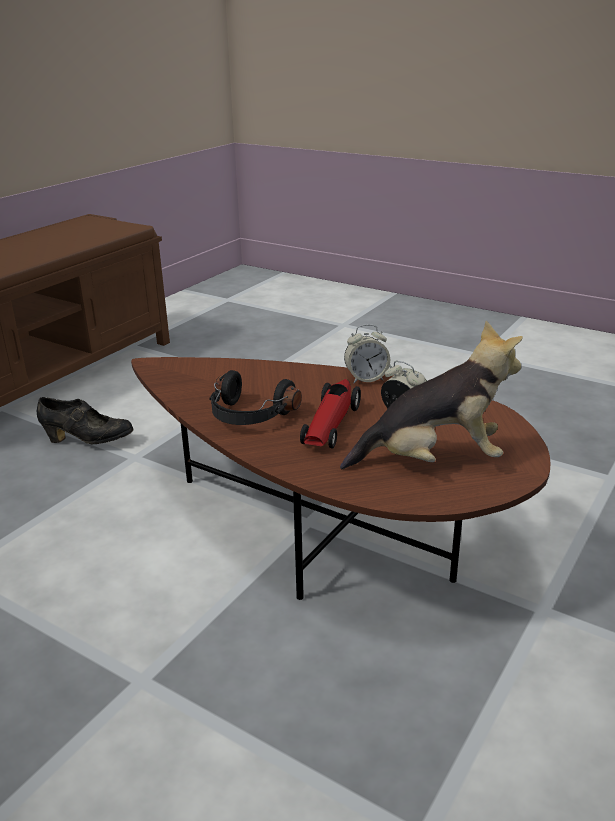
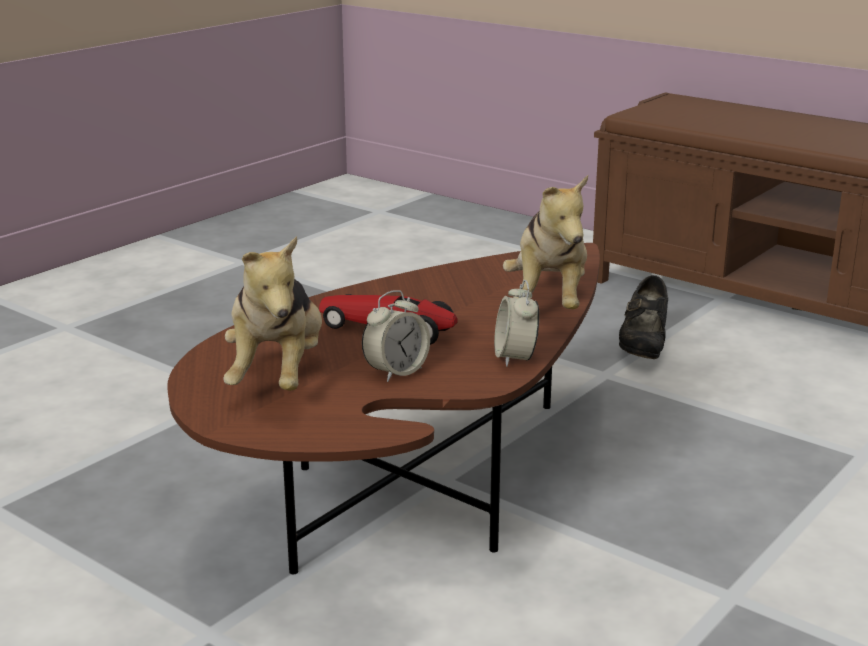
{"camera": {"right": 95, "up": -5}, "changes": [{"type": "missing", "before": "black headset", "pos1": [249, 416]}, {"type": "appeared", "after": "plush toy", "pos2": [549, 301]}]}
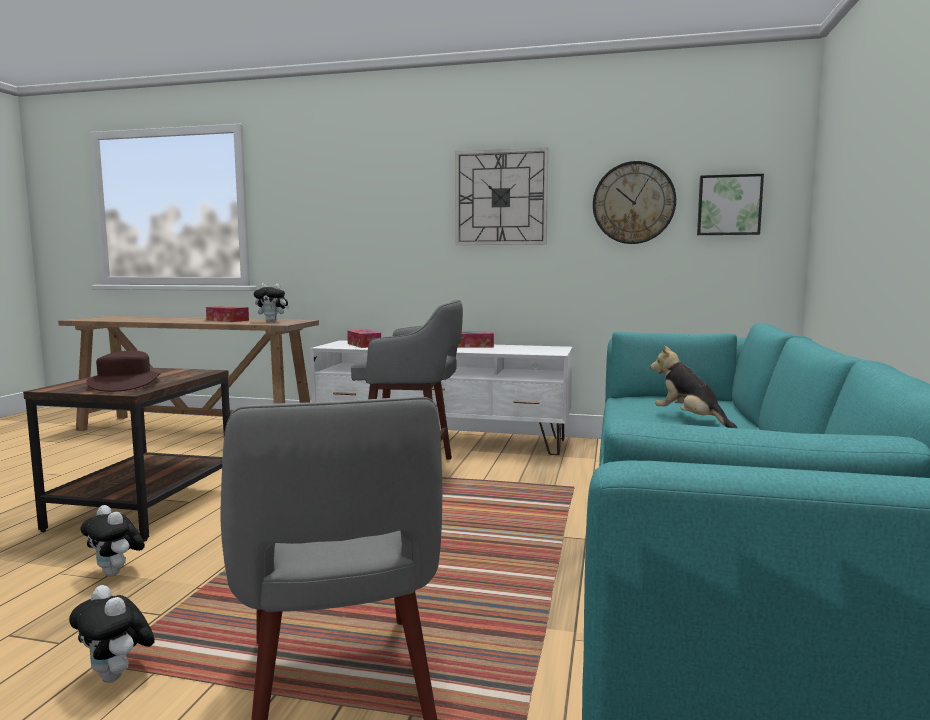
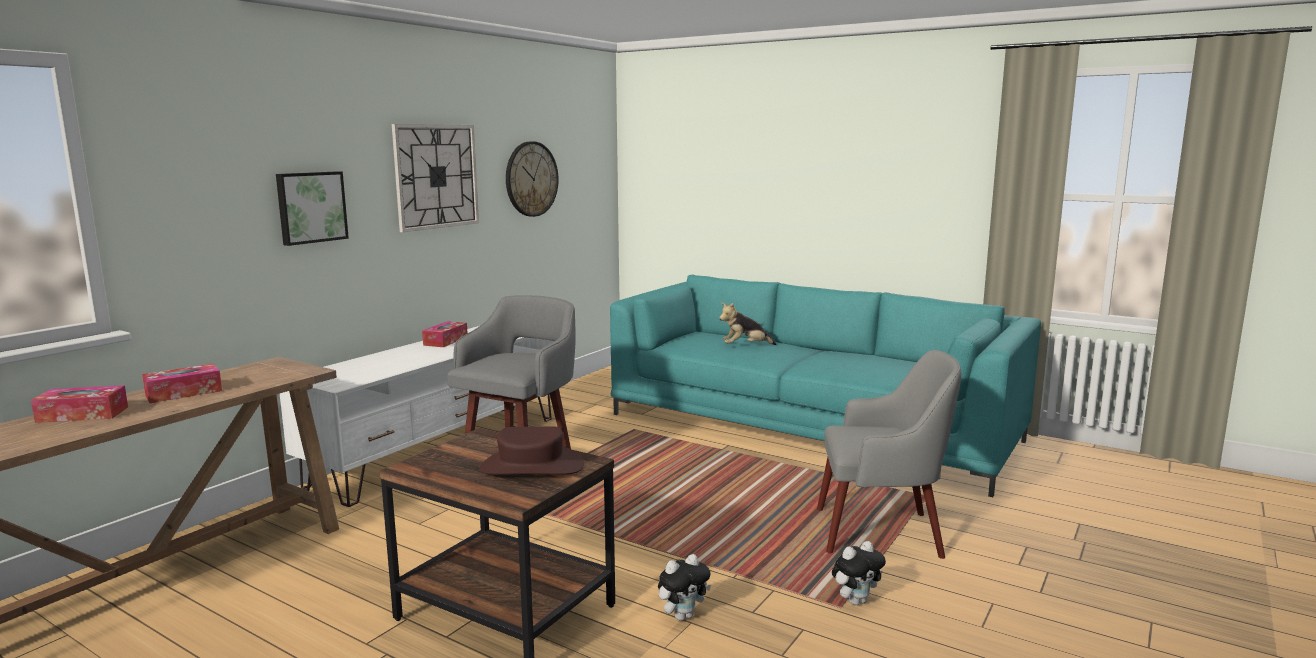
{"camera": {"right": -70, "up": 5}, "changes": [{"type": "missing", "before": "plush toy", "pos1": [272, 321]}, {"type": "relocated", "before": "box of tissues", "pos1": [364, 345], "pos2": [82, 414]}, {"type": "relocated", "before": "wall art", "pos1": [729, 205], "pos2": [311, 207]}]}
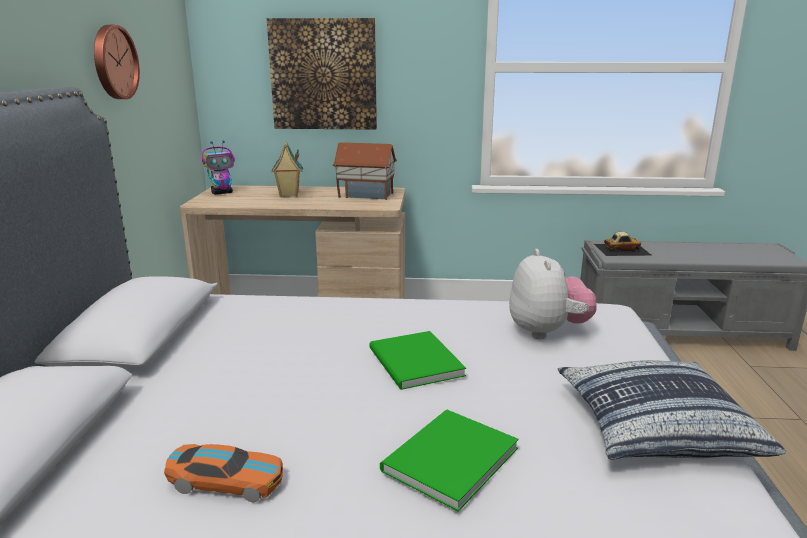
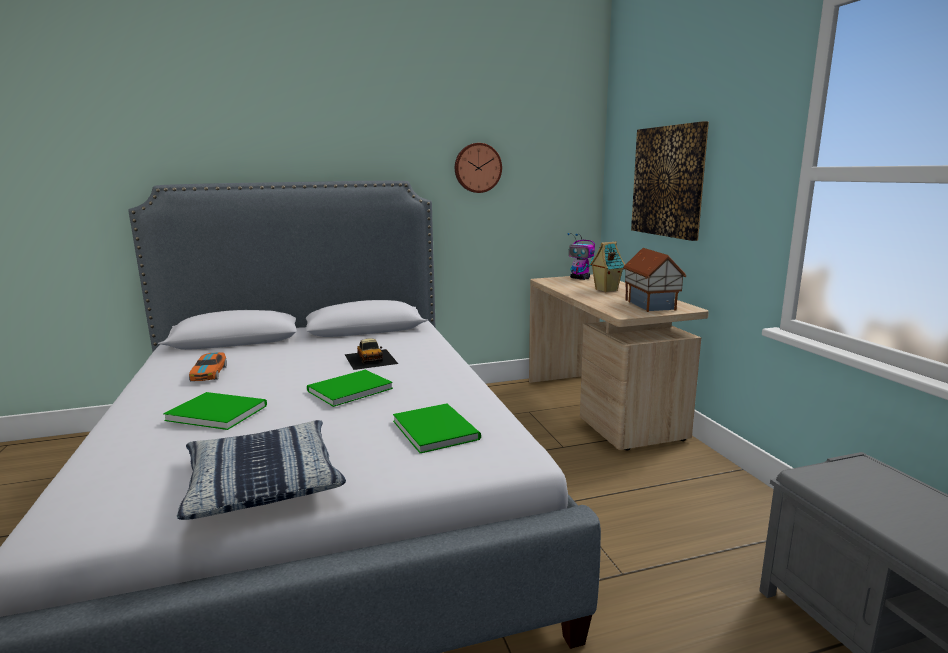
{"camera": {"right": 70, "up": -5}, "changes": [{"type": "relocated", "before": "miniature car", "pos1": [621, 249], "pos2": [371, 358]}, {"type": "exchanged", "before": "plush toy", "after": "green-coloured bound book", "pos1": [547, 331], "pos2": [436, 428]}]}
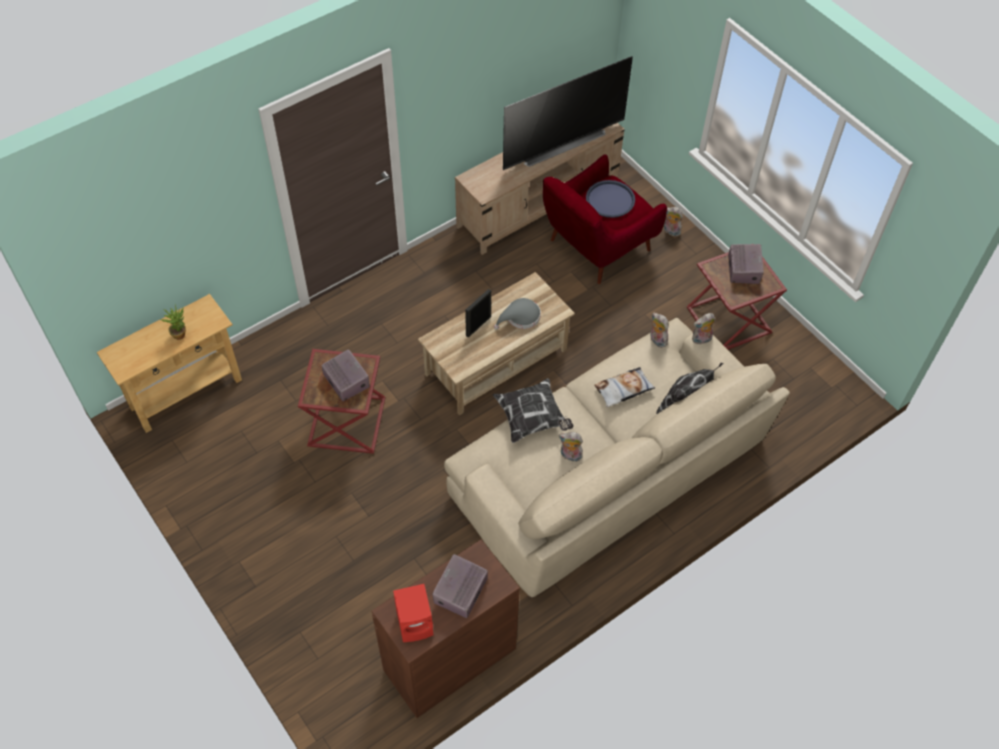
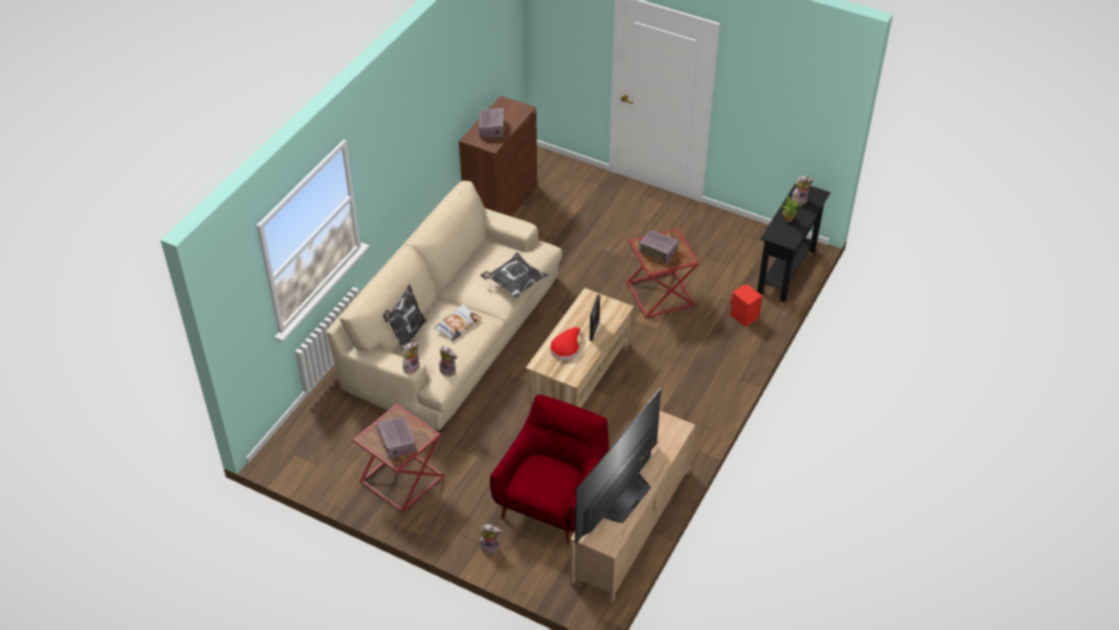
{"camera": {"right": 155, "up": -10}, "changes": [{"type": "missing", "before": "bluish tray", "pos1": [610, 200]}, {"type": "relocated", "before": "red-coloured loudspeaker", "pos1": [416, 623], "pos2": [743, 317]}, {"type": "relocated", "before": "plush toy", "pos1": [570, 456], "pos2": [799, 200]}, {"type": "colour", "before": "beige-coloured console table", "after": "black console table", "pos1": [186, 393], "pos2": [786, 271]}, {"type": "colour", "before": "gray wearable hat", "after": "red-coloured wearable hat", "pos1": [520, 317], "pos2": [566, 348]}]}
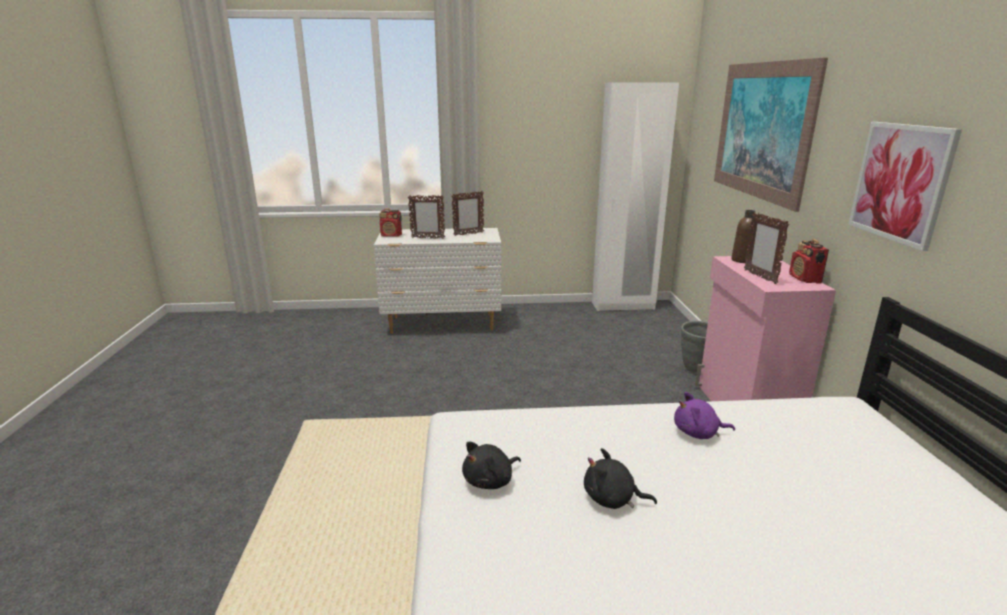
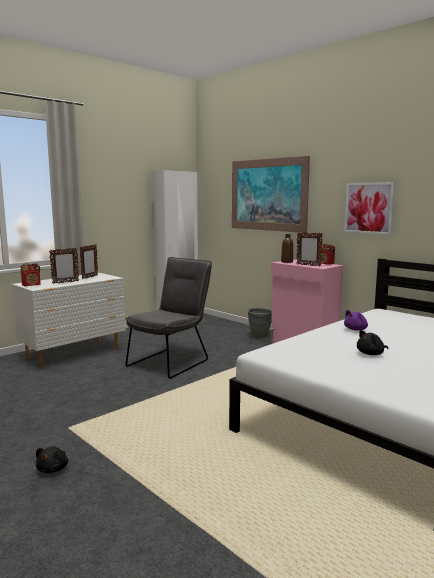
{"camera": {"right": -40, "up": -10}, "changes": [{"type": "appeared", "after": "gray plain chair", "pos2": [171, 361]}, {"type": "relocated", "before": "black plush toy", "pos1": [490, 481], "pos2": [53, 469]}]}
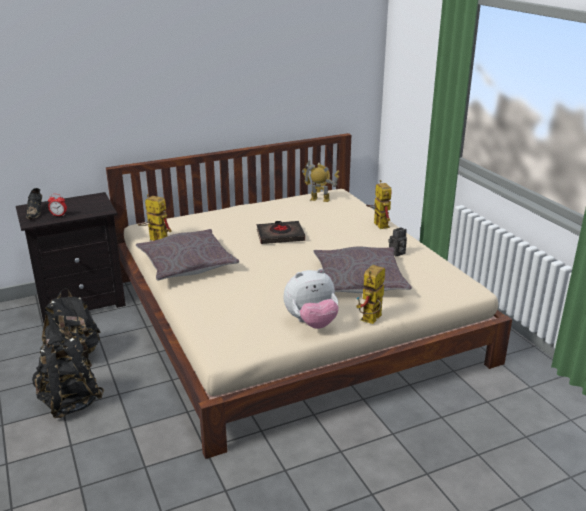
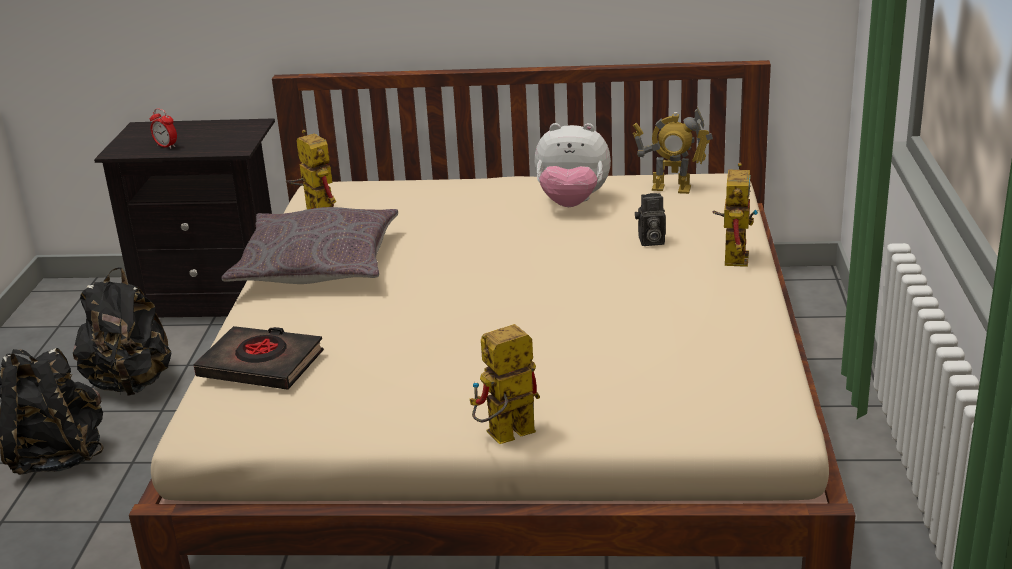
{"camera": {"right": 30, "up": 0}, "changes": [{"type": "missing", "before": "black shoe", "pos1": [36, 212]}, {"type": "missing", "before": "gray cushion", "pos1": [359, 280]}, {"type": "relocated", "before": "black bound book", "pos1": [280, 236], "pos2": [261, 365]}, {"type": "relocated", "before": "plush toy", "pos1": [311, 323], "pos2": [572, 203]}, {"type": "relocated", "before": "photo camera", "pos1": [397, 253], "pos2": [650, 241]}, {"type": "spun", "before": "robot figure", "pos1": [320, 199], "pos2": [671, 188], "turn": 150}]}
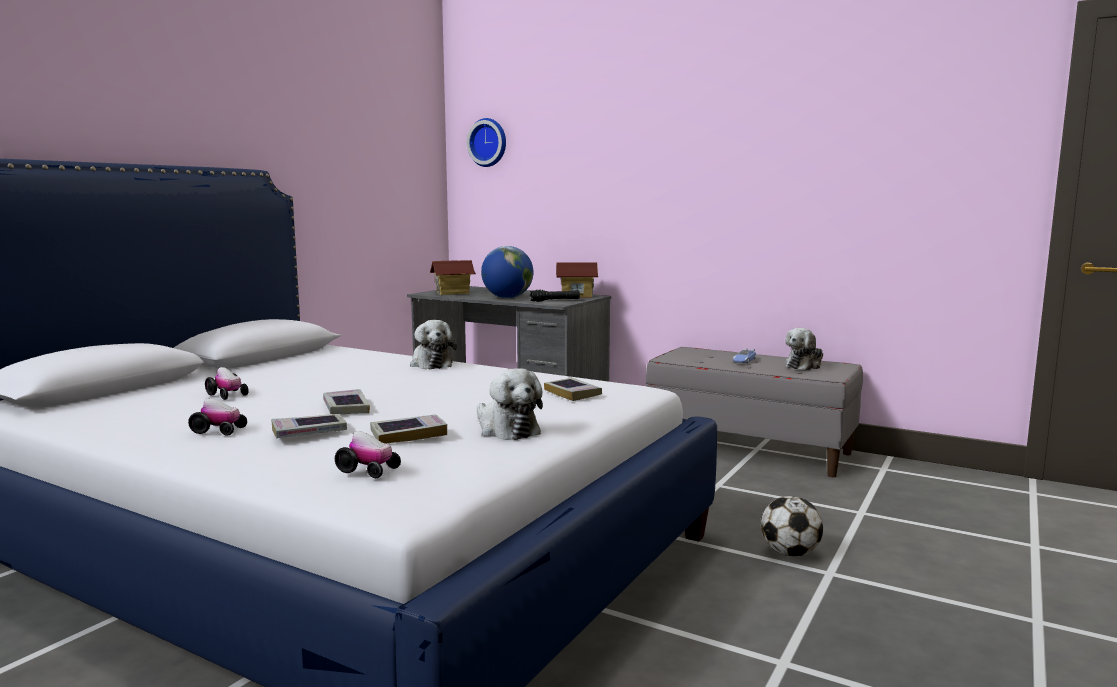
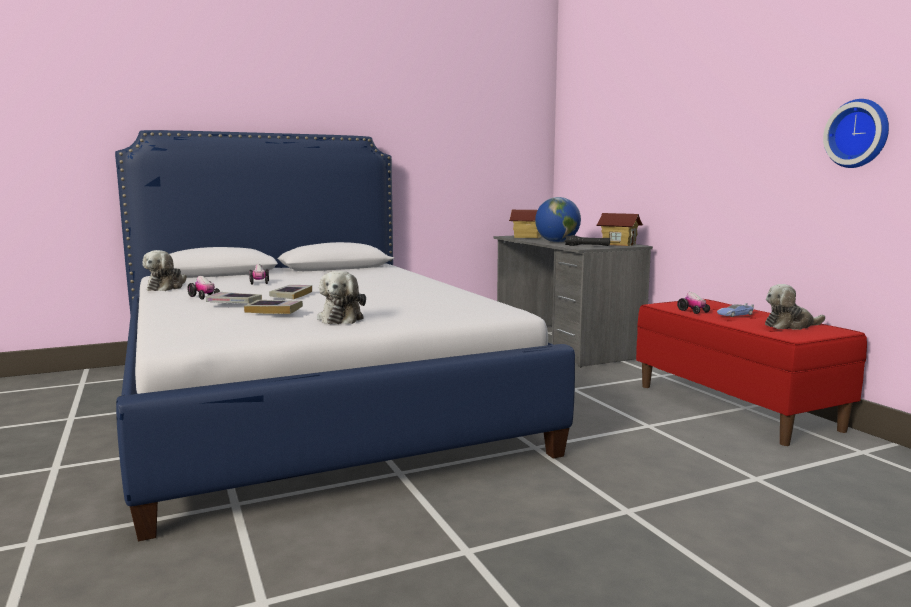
{"camera": {"right": 35, "up": 0}, "changes": [{"type": "missing", "before": "bound book", "pos1": [572, 393]}, {"type": "missing", "before": "ball for football", "pos1": [790, 554]}, {"type": "relocated", "before": "miniature car", "pos1": [369, 470], "pos2": [693, 311]}, {"type": "relocated", "before": "plush toy", "pos1": [431, 364], "pos2": [166, 287]}, {"type": "relocated", "before": "wall clock", "pos1": [488, 142], "pos2": [859, 133]}, {"type": "colour", "before": "gray long seat", "after": "red-coloured long seat", "pos1": [750, 449], "pos2": [735, 407]}]}
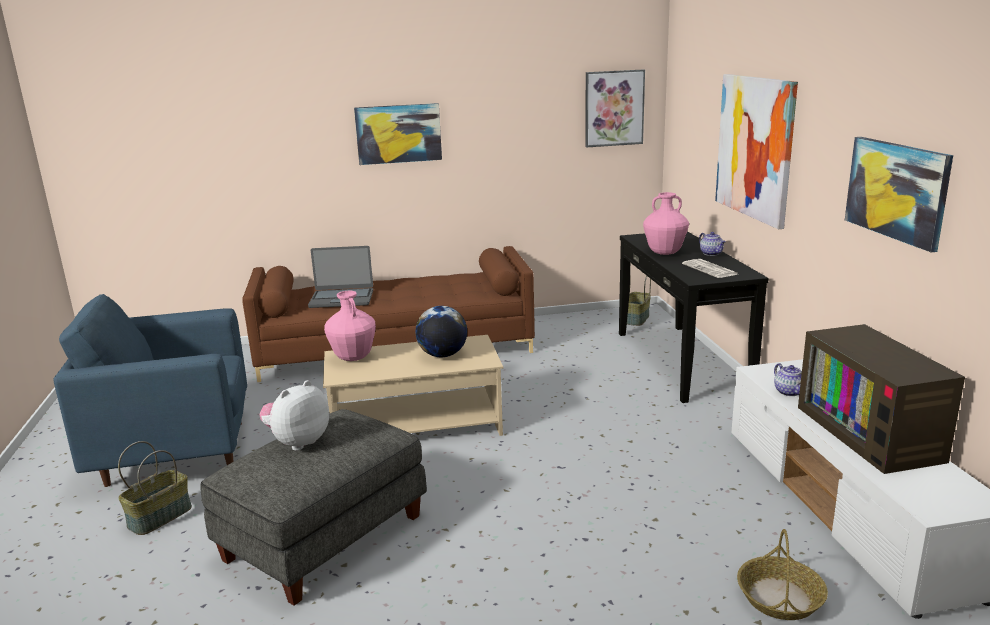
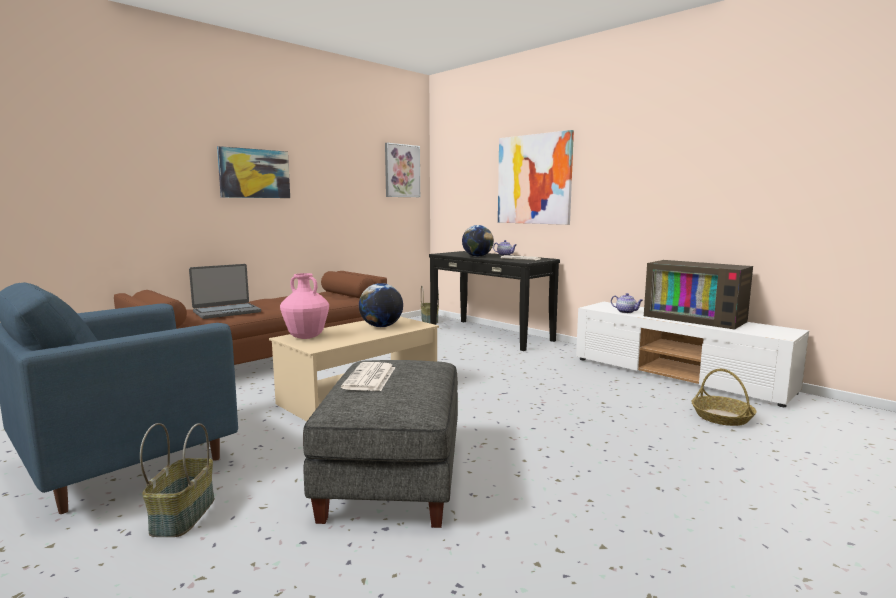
{"camera": {"right": -35, "up": -10}, "changes": [{"type": "missing", "before": "wall art", "pos1": [896, 190]}, {"type": "exchanged", "before": "plush toy", "after": "daily paper", "pos1": [298, 442], "pos2": [370, 378]}, {"type": "exchanged", "before": "pink decorative vase", "after": "world globe", "pos1": [665, 253], "pos2": [477, 256]}]}
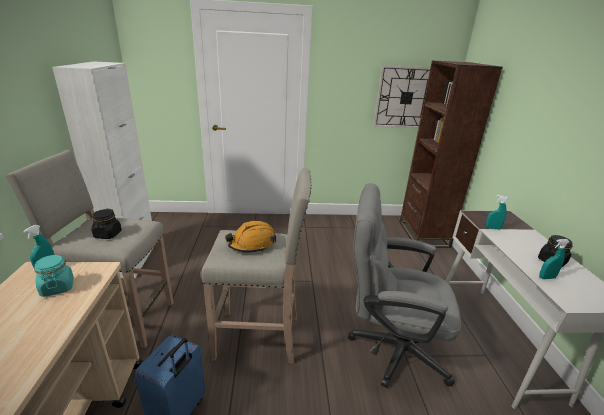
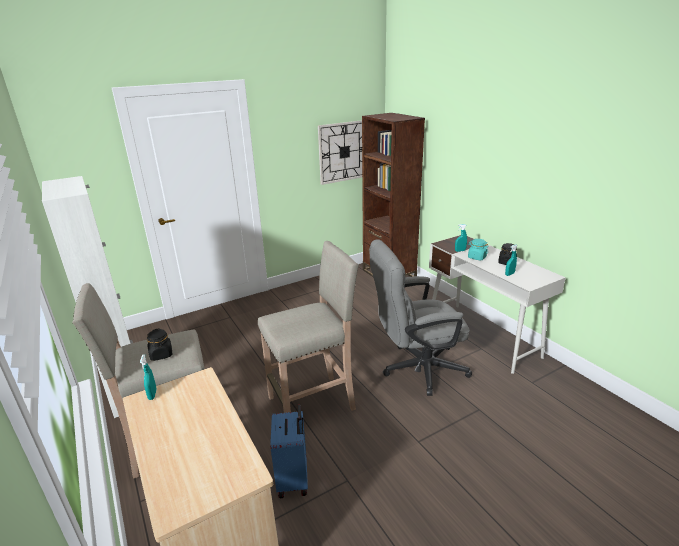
{"camera": {"right": -25, "up": 0}, "changes": [{"type": "missing", "before": "orange-coloured work helmet", "pos1": [252, 244]}, {"type": "relocated", "before": "turquoise-coloured preserve jar", "pos1": [57, 287], "pos2": [476, 257]}]}
